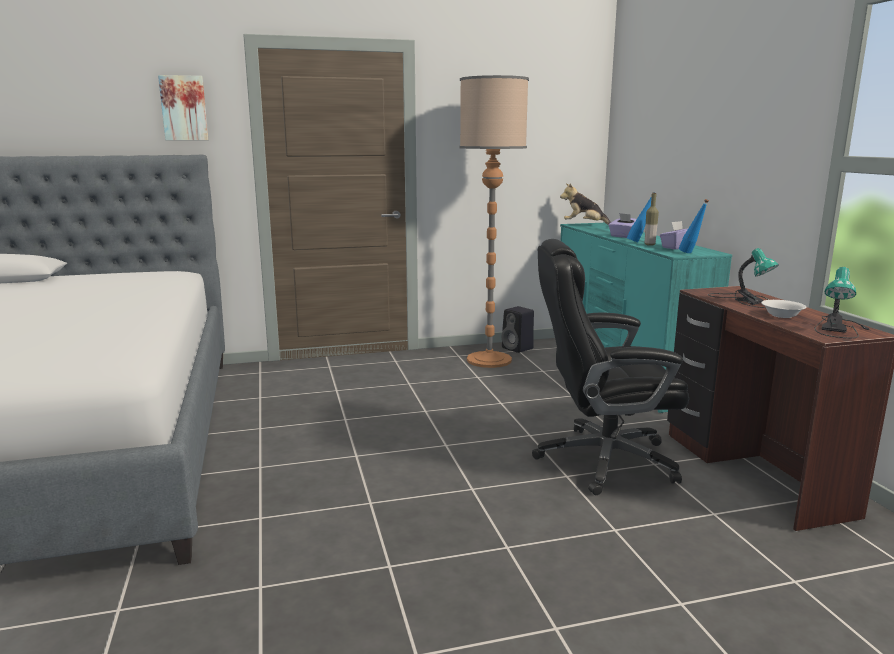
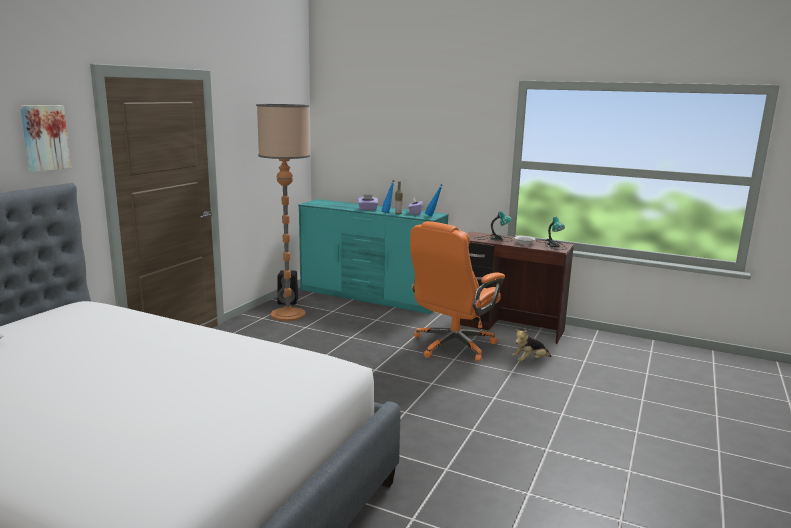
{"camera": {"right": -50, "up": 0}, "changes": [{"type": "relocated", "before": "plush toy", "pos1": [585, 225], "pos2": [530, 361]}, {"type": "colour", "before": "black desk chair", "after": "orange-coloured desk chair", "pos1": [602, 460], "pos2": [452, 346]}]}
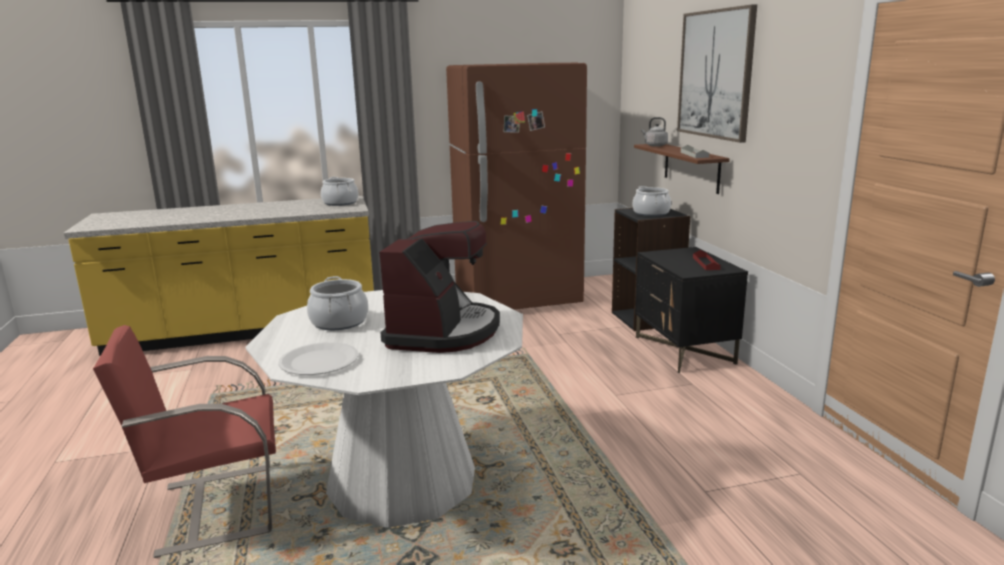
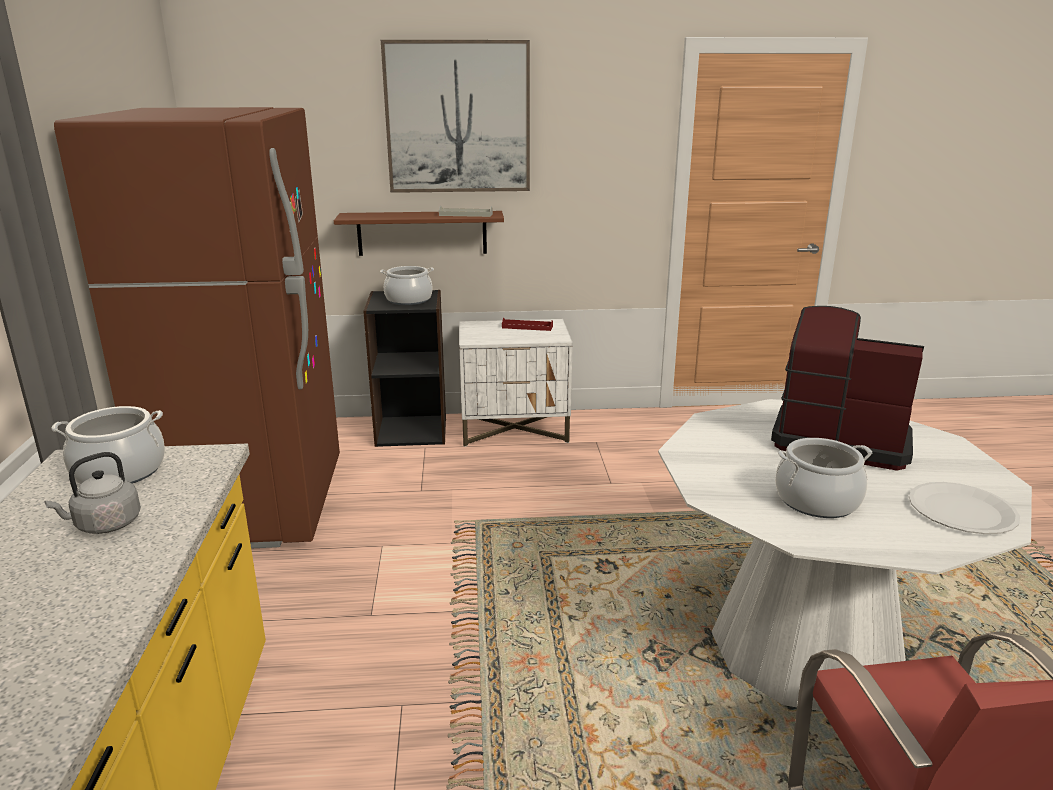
{"camera": {"right": -80, "up": 5}, "changes": [{"type": "relocated", "before": "gray tea kettle", "pos1": [654, 145], "pos2": [105, 525]}, {"type": "colour", "before": "black nightstand", "after": "white nightstand", "pos1": [684, 350], "pos2": [515, 429]}]}
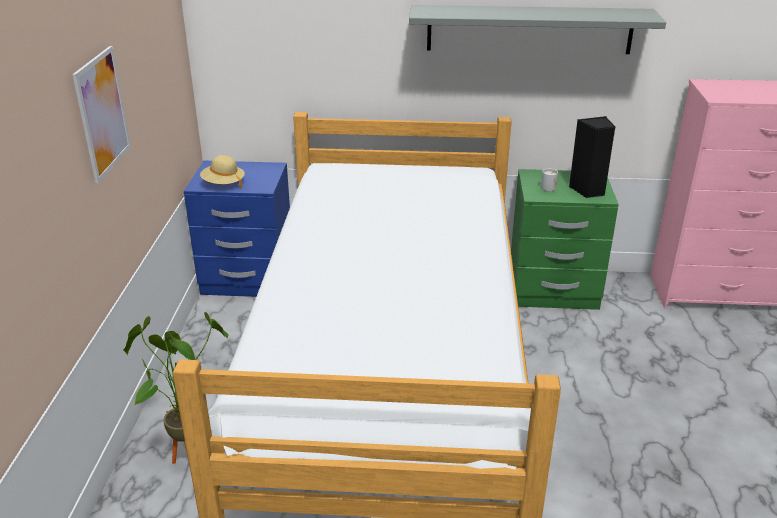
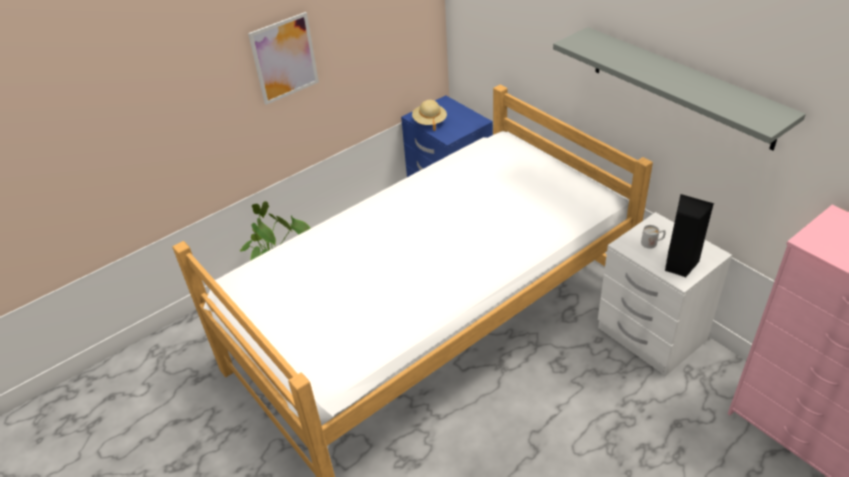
{"camera": {"right": 50, "up": 10}, "changes": [{"type": "colour", "before": "green-coloured nightstand", "after": "white nightstand", "pos1": [552, 291], "pos2": [650, 335]}]}
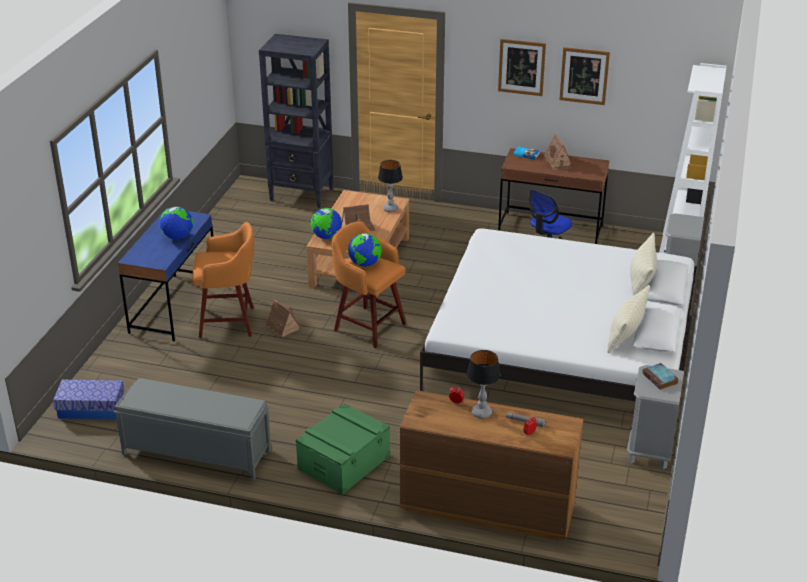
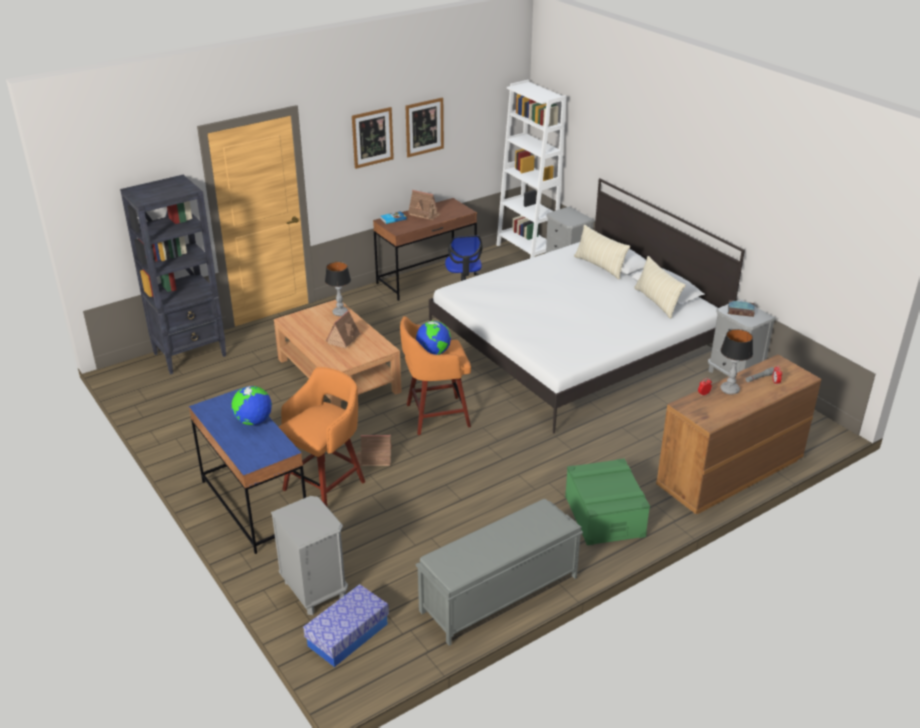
{"camera": {"right": -50, "up": 0}, "changes": [{"type": "missing", "before": "world globe", "pos1": [326, 237]}, {"type": "appeared", "after": "gray nightstand", "pos2": [314, 590]}]}
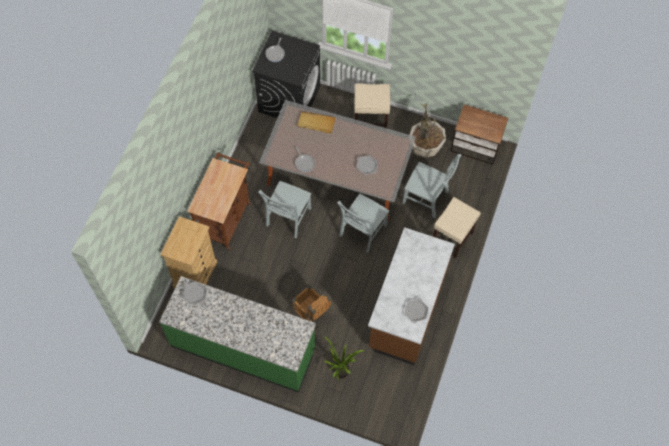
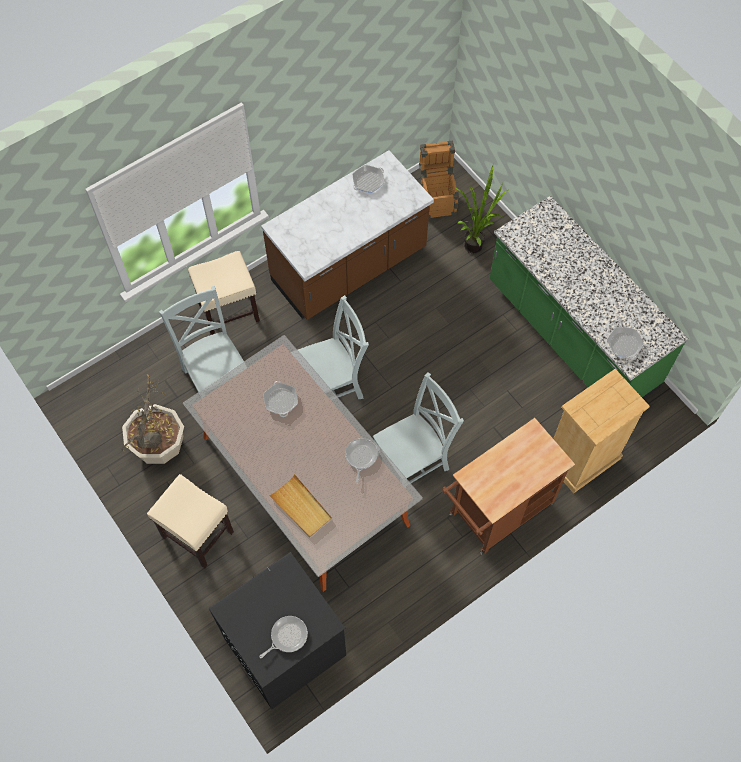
{"camera": {"right": -145, "up": 0}, "changes": [{"type": "missing", "before": "nightstand", "pos1": [475, 147]}, {"type": "relocated", "before": "packing crate", "pos1": [311, 312], "pos2": [437, 199]}]}
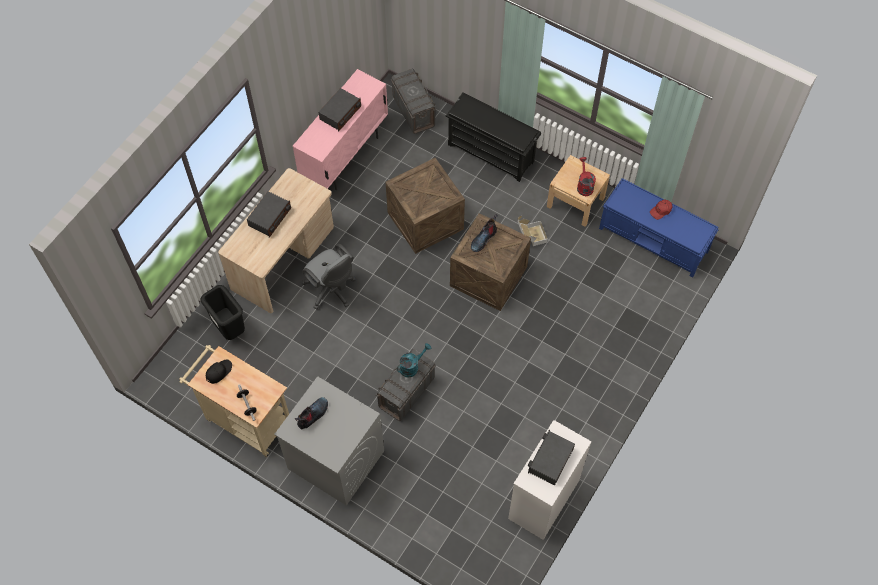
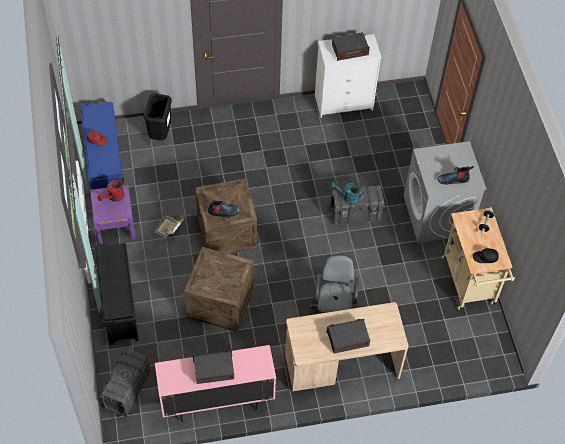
{"camera": {"right": -135, "up": -5}, "changes": [{"type": "relocated", "before": "black trash can", "pos1": [230, 328], "pos2": [160, 134]}, {"type": "colour", "before": "beige-coloured nightstand", "after": "purplish nightstand", "pos1": [575, 202], "pos2": [115, 225]}]}
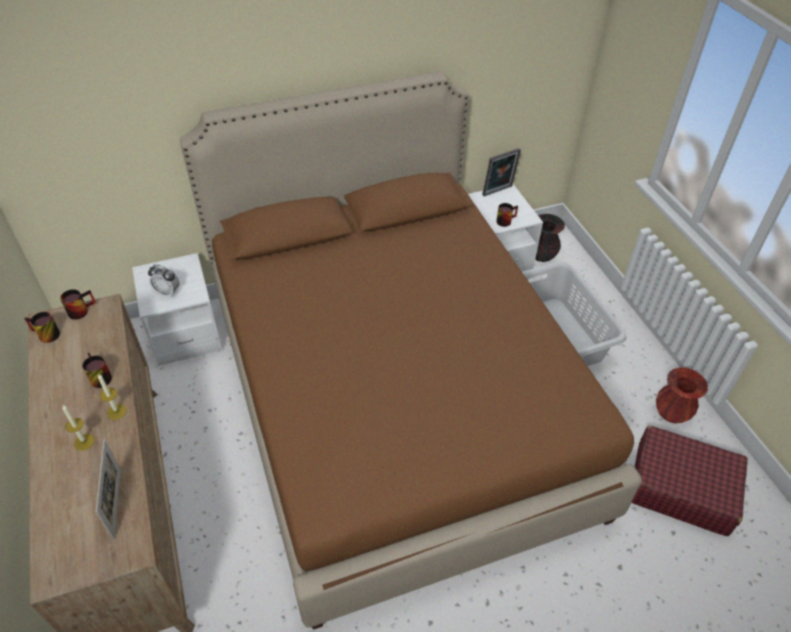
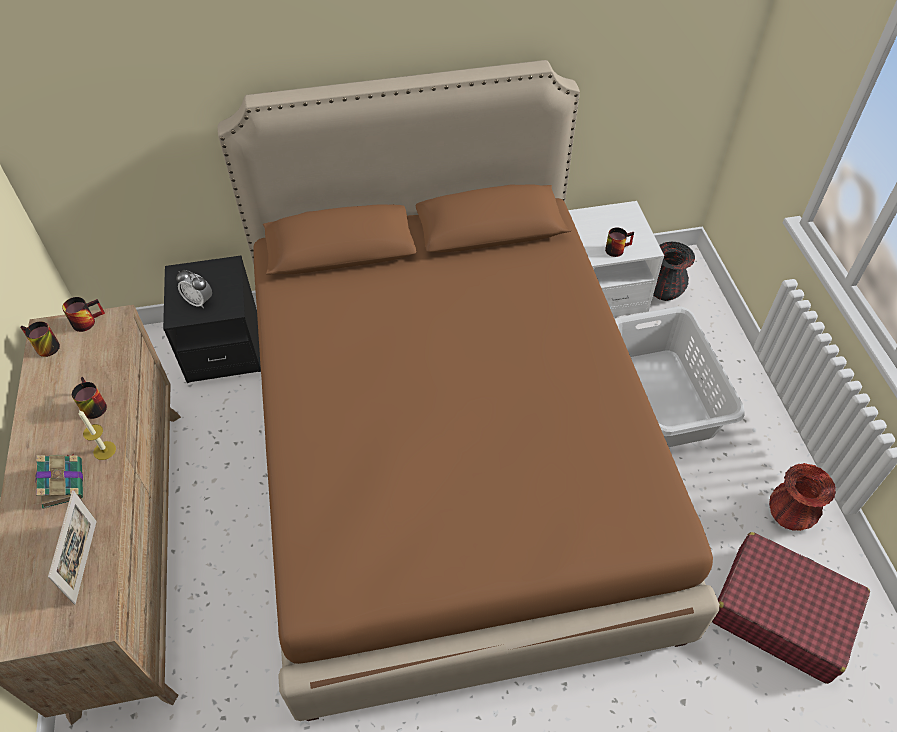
{"camera": {"right": 10, "up": 5}, "changes": [{"type": "missing", "before": "photo frame", "pos1": [498, 191]}, {"type": "exchanged", "before": "candle", "after": "bound book", "pos1": [84, 442], "pos2": [63, 482]}, {"type": "colour", "before": "white nightstand", "after": "black nightstand", "pos1": [185, 334], "pos2": [223, 347]}]}
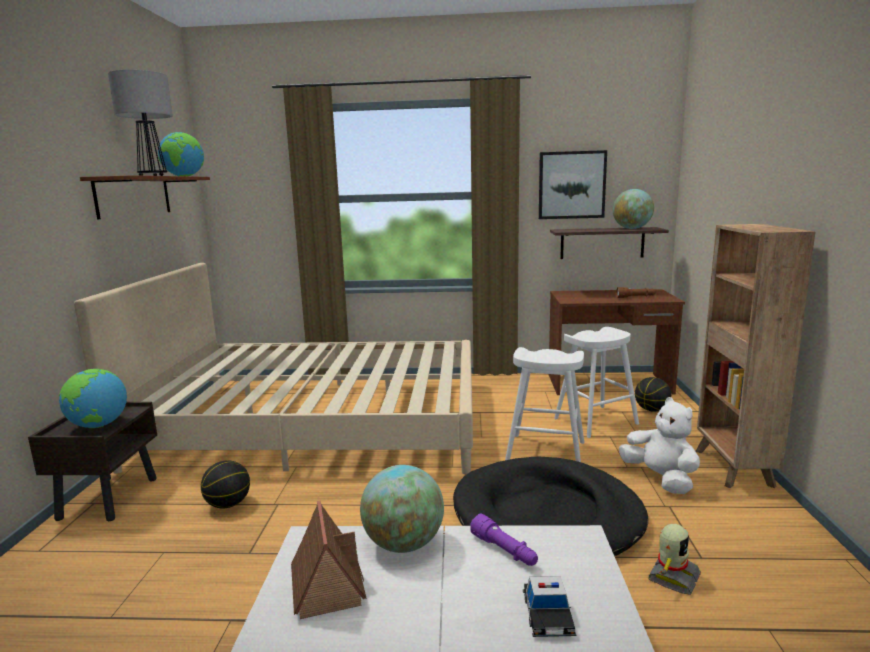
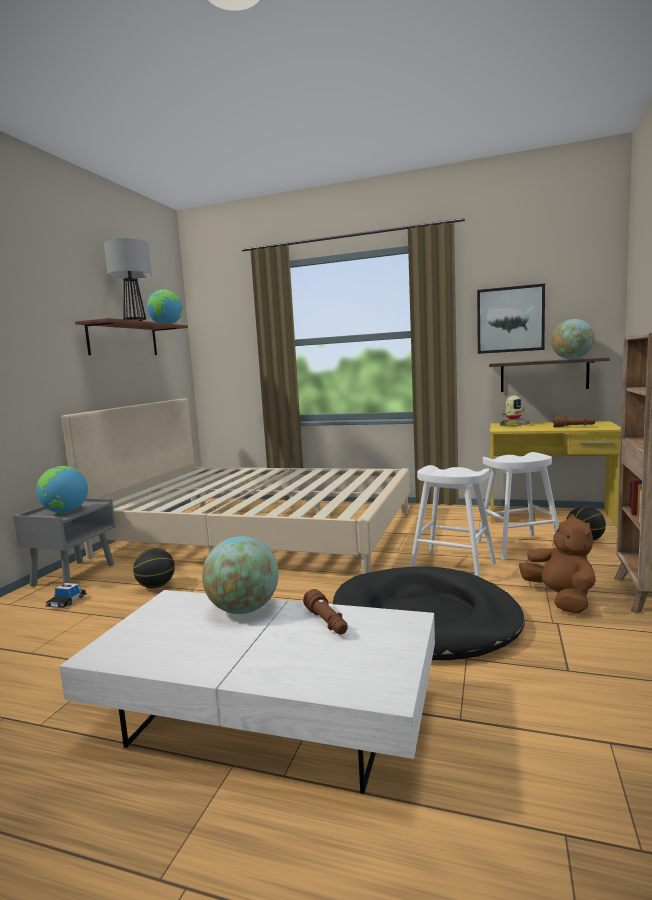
{"camera": {"right": 15, "up": -5}, "changes": [{"type": "missing", "before": "model house", "pos1": [327, 584]}, {"type": "relocated", "before": "miniature car", "pos1": [548, 614], "pos2": [67, 601]}, {"type": "relocated", "before": "robot figure", "pos1": [672, 577], "pos2": [514, 425]}, {"type": "colour", "before": "brownish nightstand", "after": "gray nightstand", "pos1": [109, 498], "pos2": [74, 574]}, {"type": "colour", "before": "purplish flashlight", "after": "brownish flashlight", "pos1": [504, 551], "pos2": [327, 623]}, {"type": "colour", "before": "brownish desk table", "after": "yellow desk table", "pos1": [609, 384], "pos2": [550, 517]}, {"type": "colour", "before": "white plush toy", "after": "brownish plush toy", "pos1": [660, 479], "pos2": [560, 599]}]}
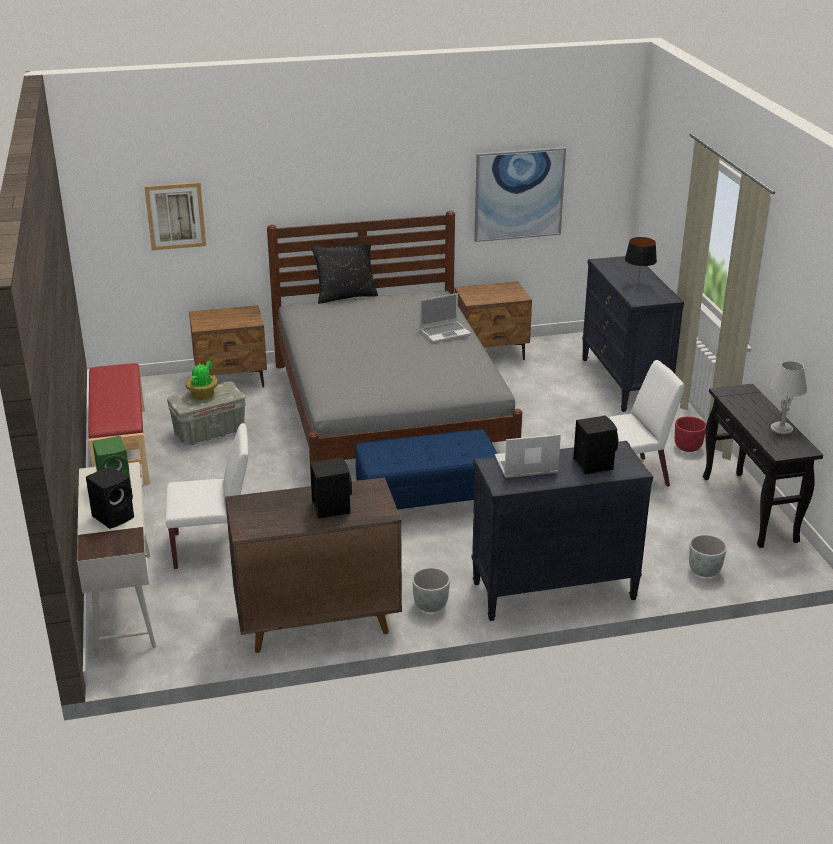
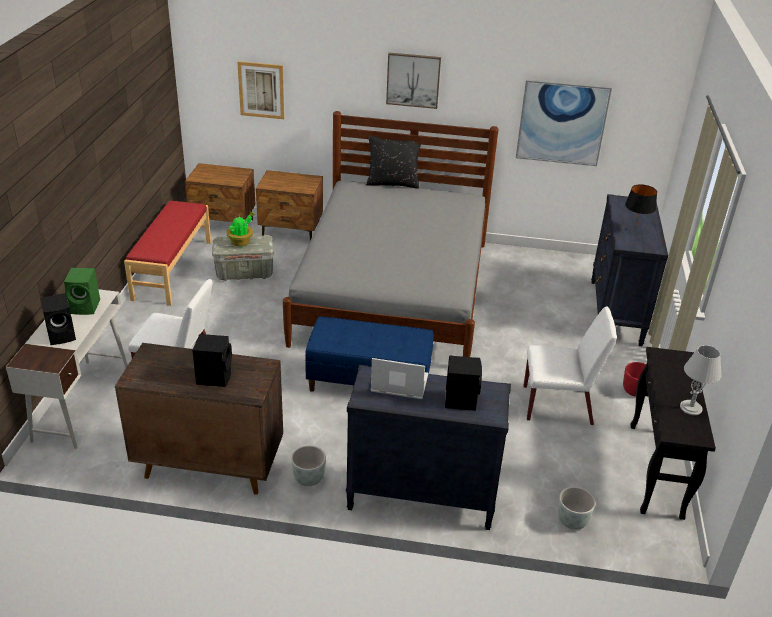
{"camera": {"right": 20, "up": 5}, "changes": [{"type": "missing", "before": "portable computer", "pos1": [445, 332]}, {"type": "appeared", "after": "wall art", "pos2": [413, 80]}, {"type": "relocated", "before": "brownish nightstand", "pos1": [491, 353], "pos2": [224, 225]}]}
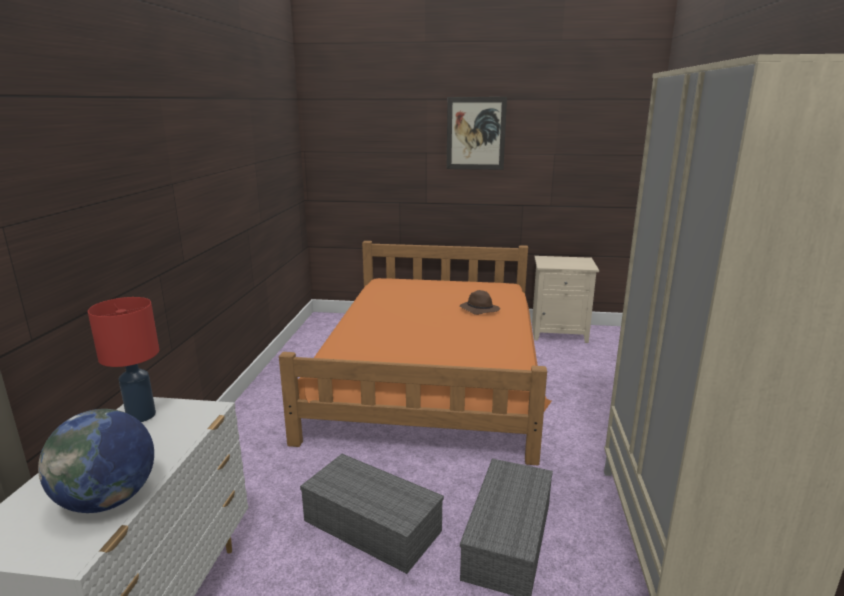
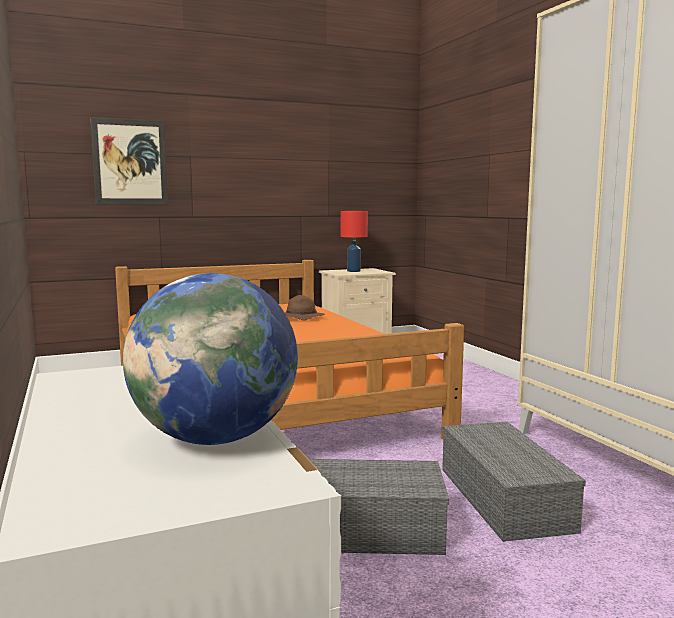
{"camera": {"right": -30, "up": -10}, "changes": [{"type": "relocated", "before": "red-coloured lamp for a table", "pos1": [141, 415], "pos2": [353, 271]}, {"type": "relocated", "before": "wall art", "pos1": [476, 133], "pos2": [130, 162]}]}
